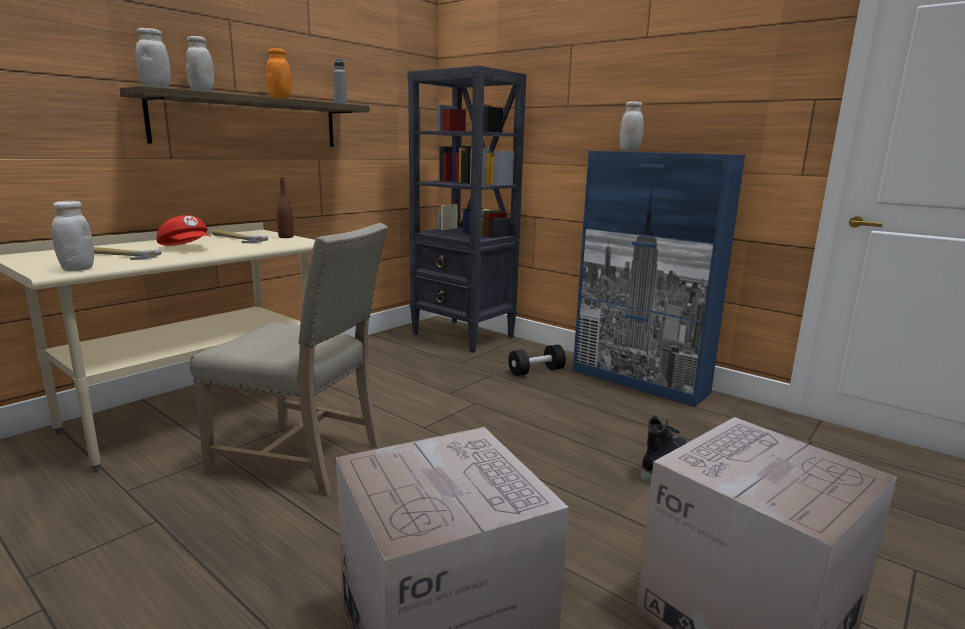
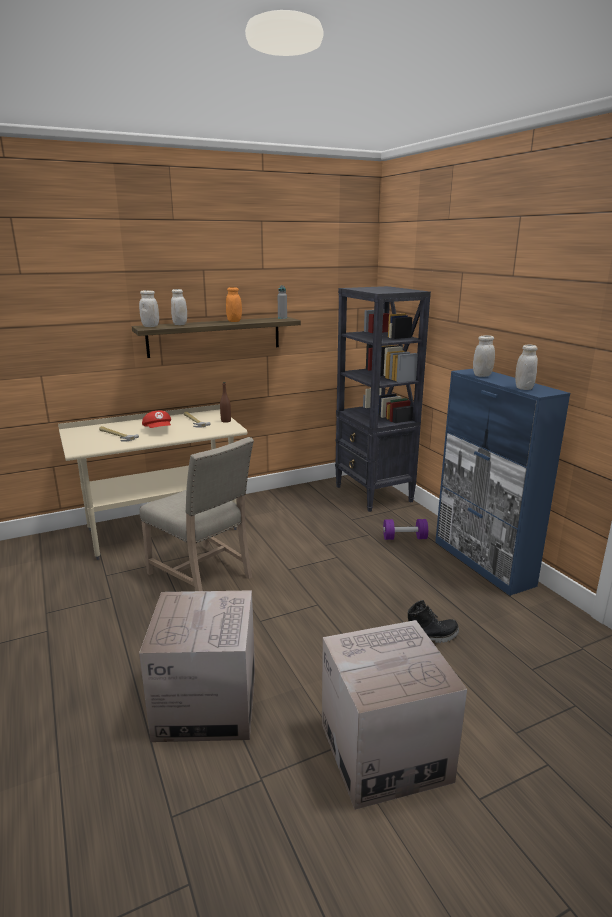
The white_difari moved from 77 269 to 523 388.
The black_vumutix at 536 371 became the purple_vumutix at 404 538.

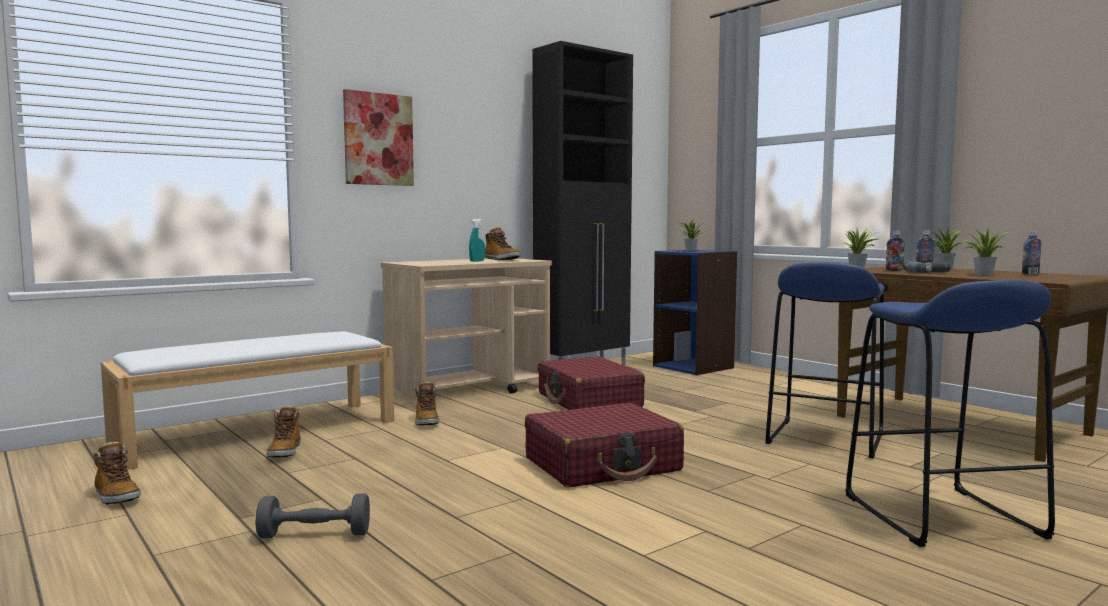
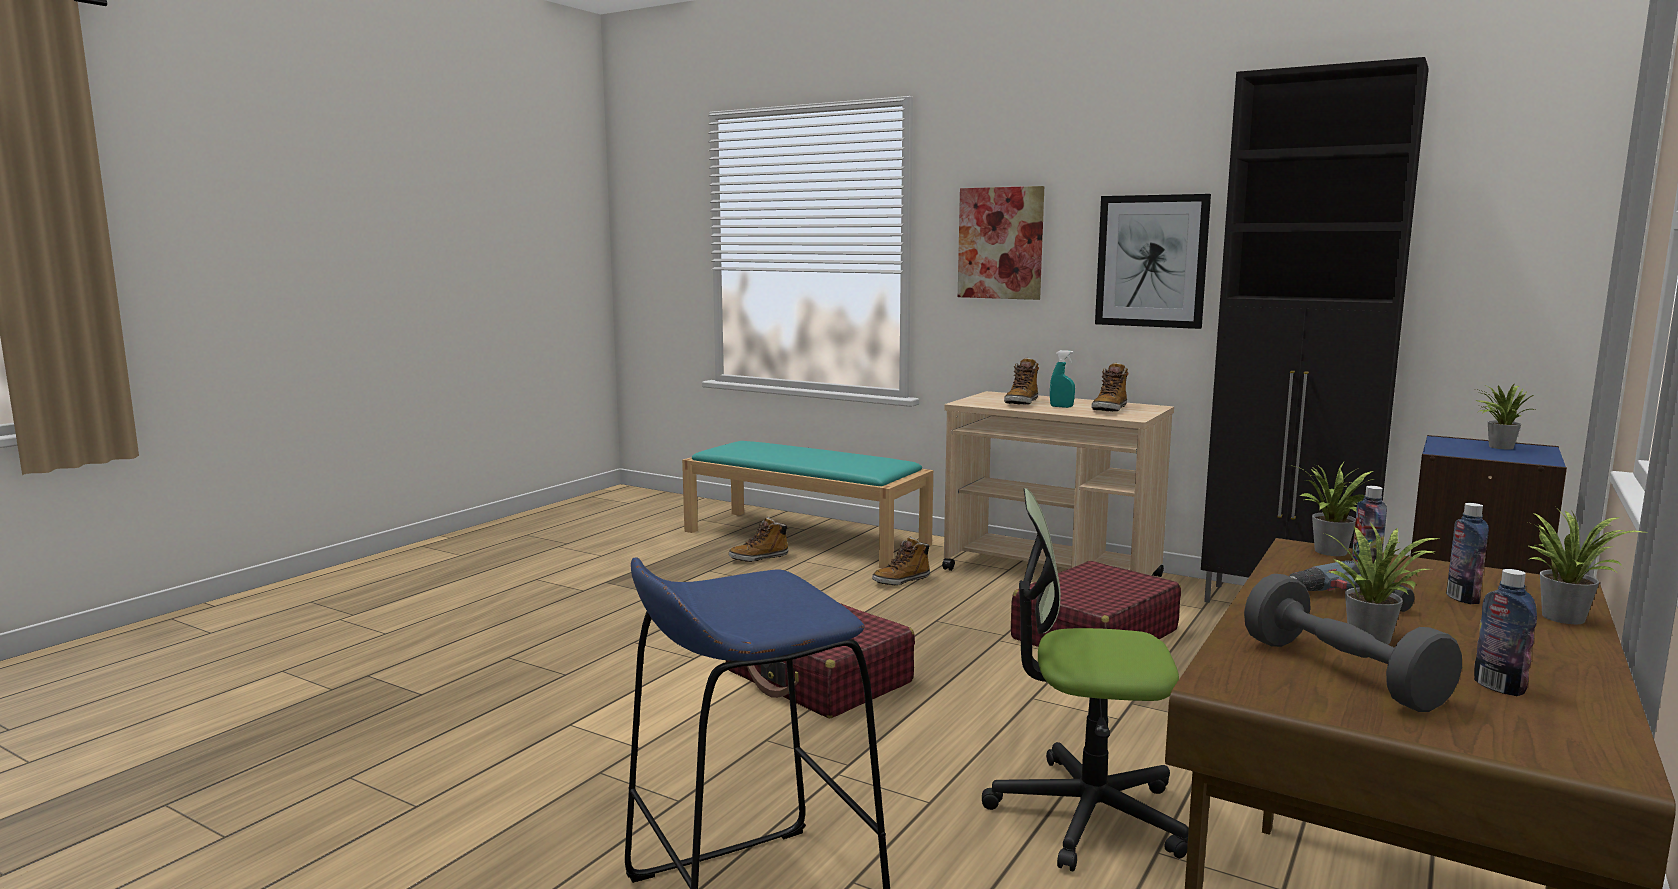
The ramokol moved from 116 496 to 1021 402.
The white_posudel at 259 432 became the turquoise_posudel at 807 538.
The grey_vumutix moved from 315 535 to 1341 673.
The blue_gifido at 825 438 was replaced by the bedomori at 1086 813.
The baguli at 1151 261 appeared.

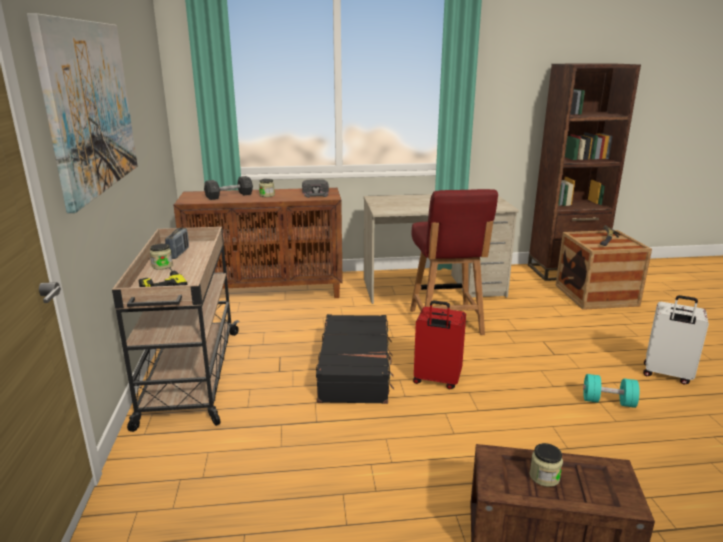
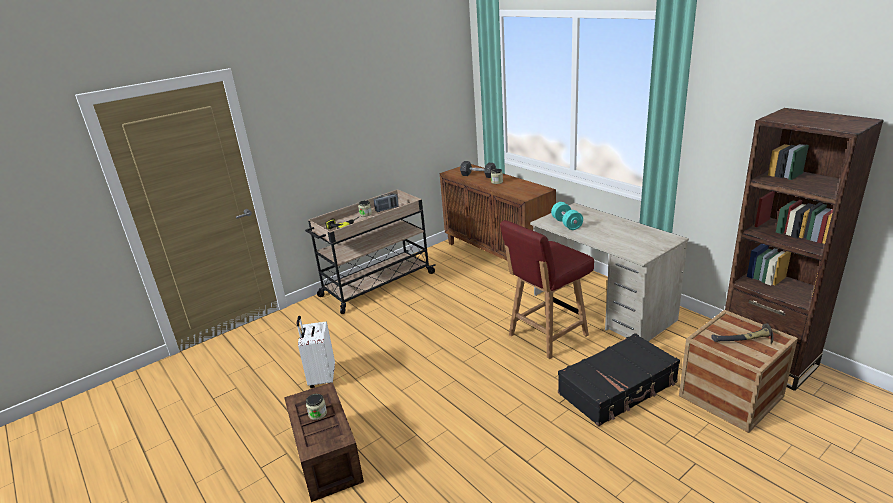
The baguli at 90 107 disappeared.
The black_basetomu at 315 193 disappeared.
The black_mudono moved from 356 369 to 618 388.
The red_mudono at 436 380 disappeared.
The turquoise_vumutix moved from 608 401 to 566 224.
The white_mudono moved from 666 375 to 321 378.

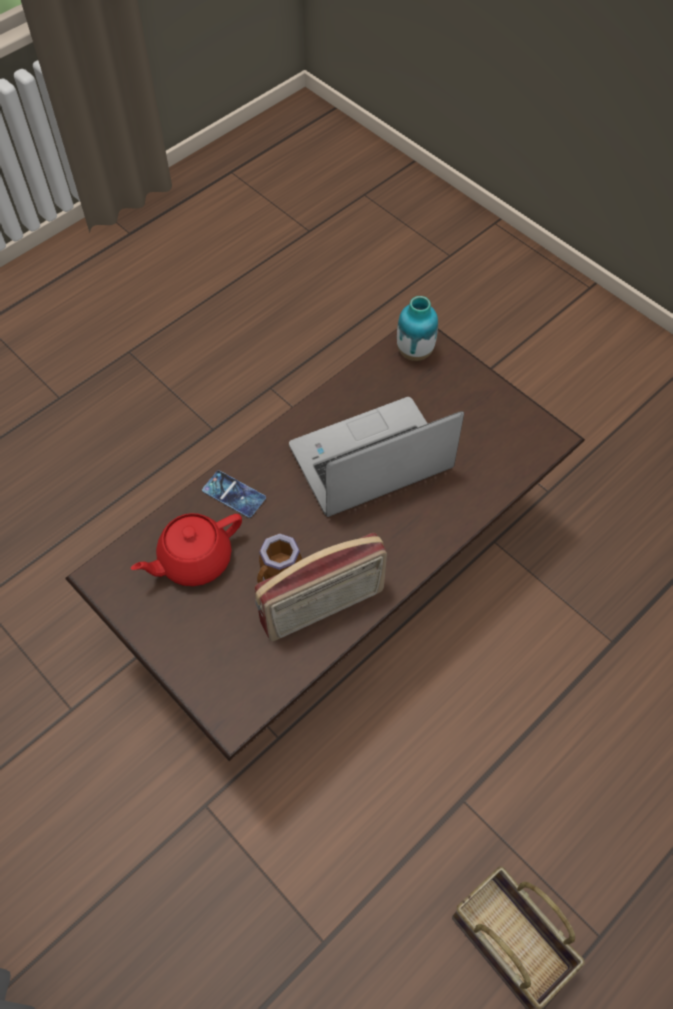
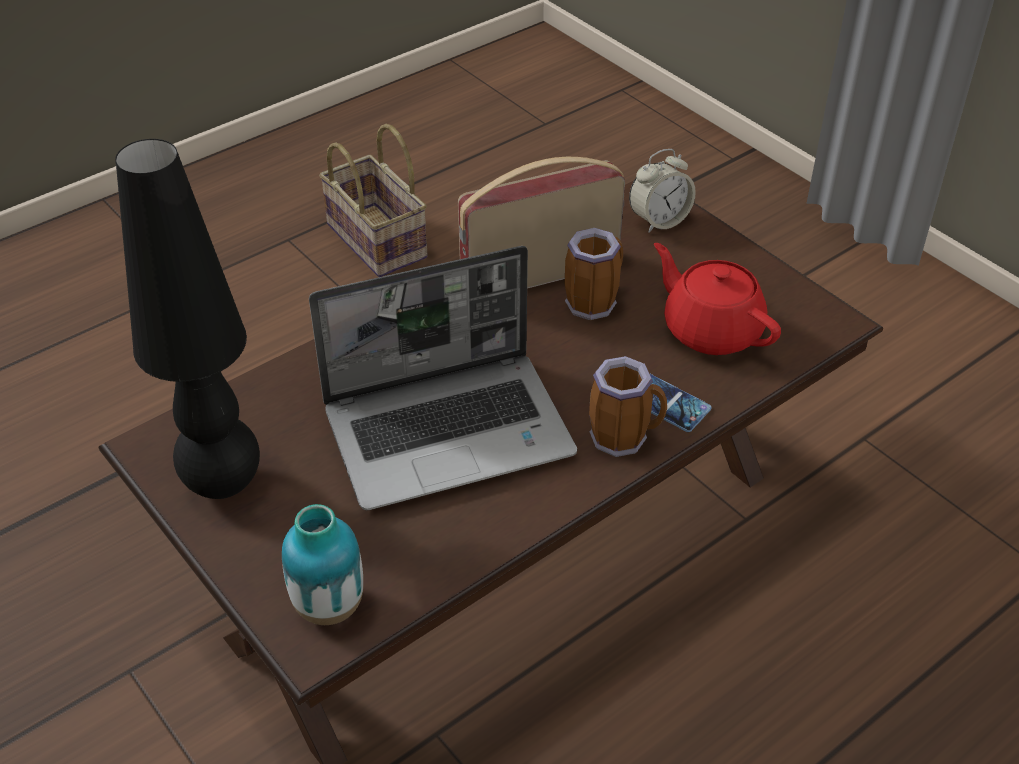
The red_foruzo at 194 560 turned 105 degrees counterclockwise.
The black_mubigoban at 222 484 appeared.
The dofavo at 624 437 appeared.
The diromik at 659 221 appeared.

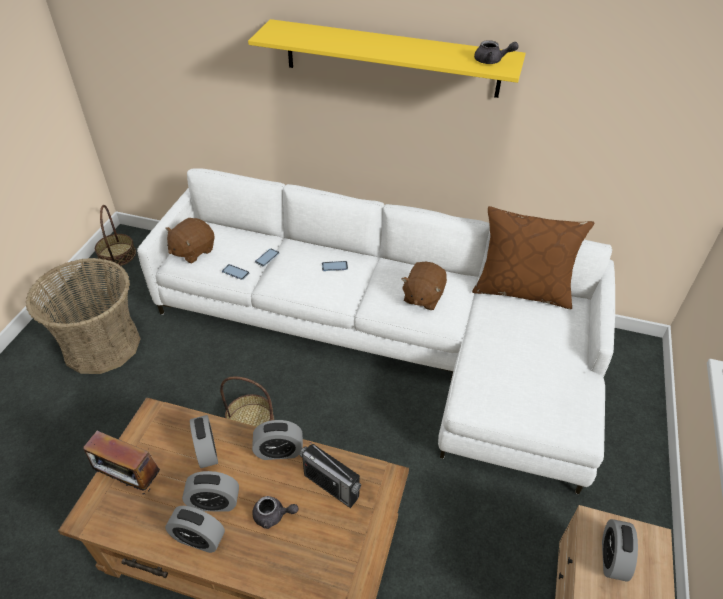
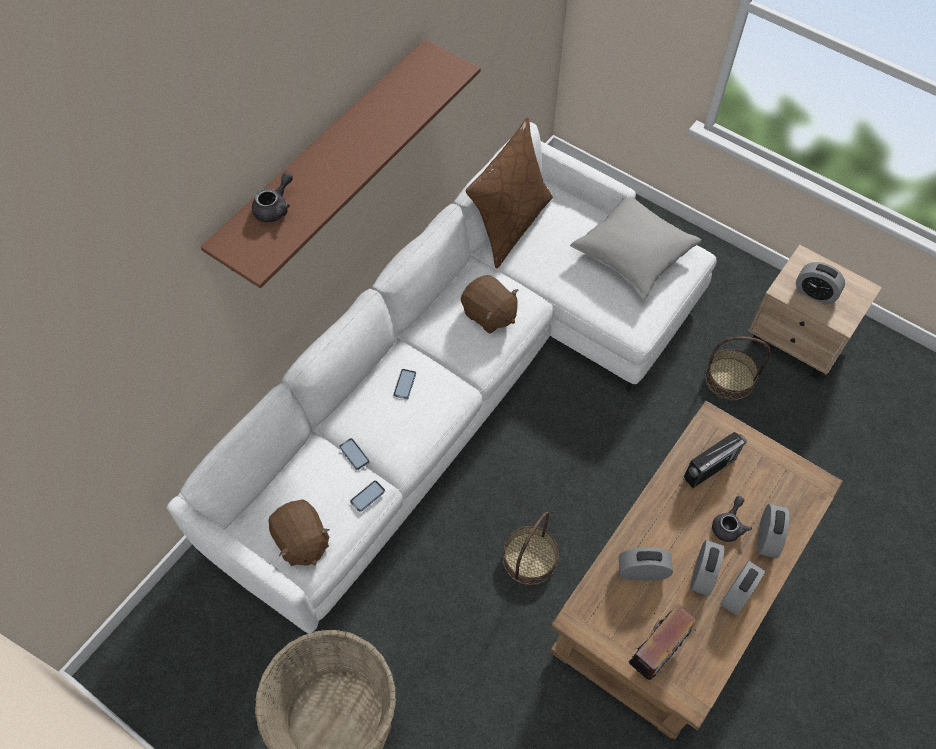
The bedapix moved from 117 255 to 729 378.
The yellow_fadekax at 391 58 became the brown_fadekax at 324 157.
The diromik moved from 279 451 to 767 538.
The grey_foruzo moved from 491 61 to 275 207.
The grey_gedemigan at 633 254 appeared.

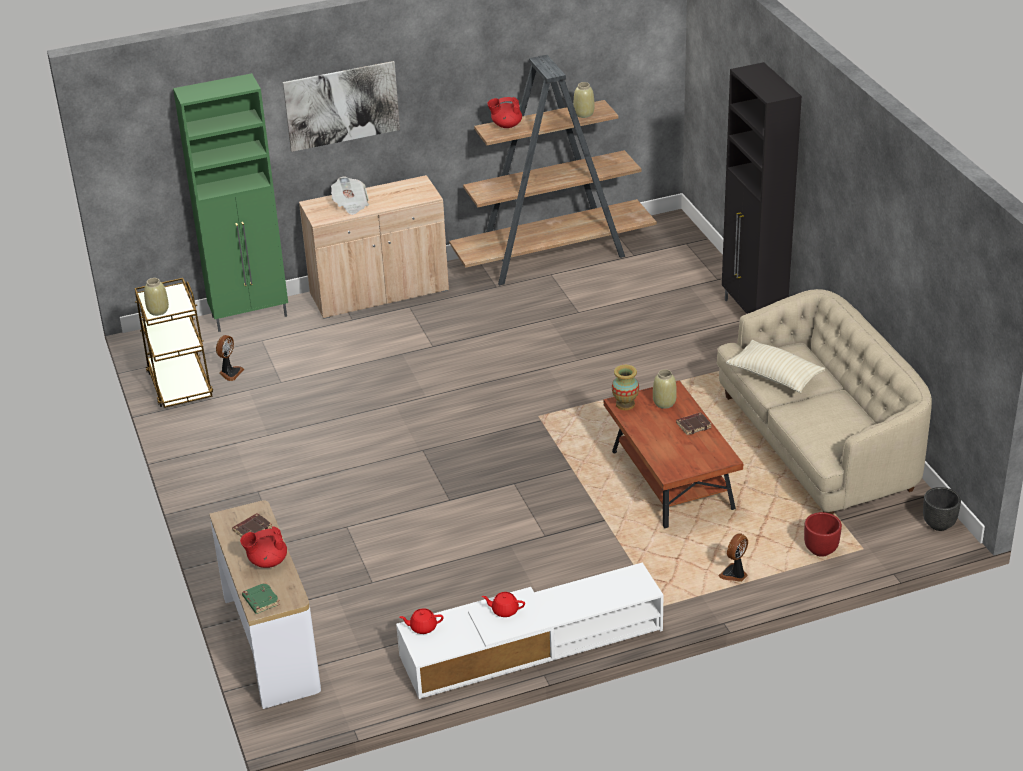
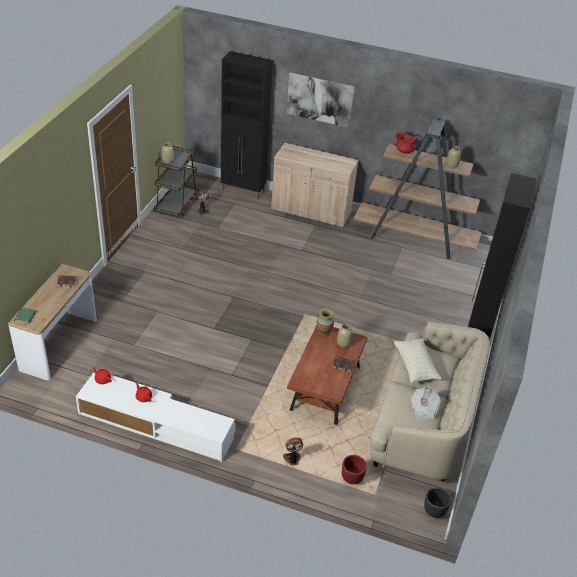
The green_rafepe at 250 316 became the black_rafepe at 243 190.
The red_foruzo at 267 561 disappeared.
The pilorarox moved from 351 205 to 423 409.

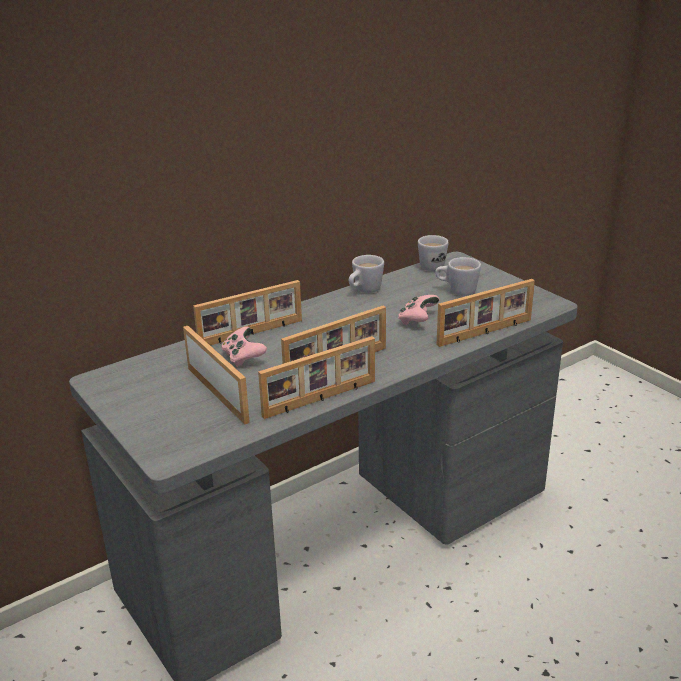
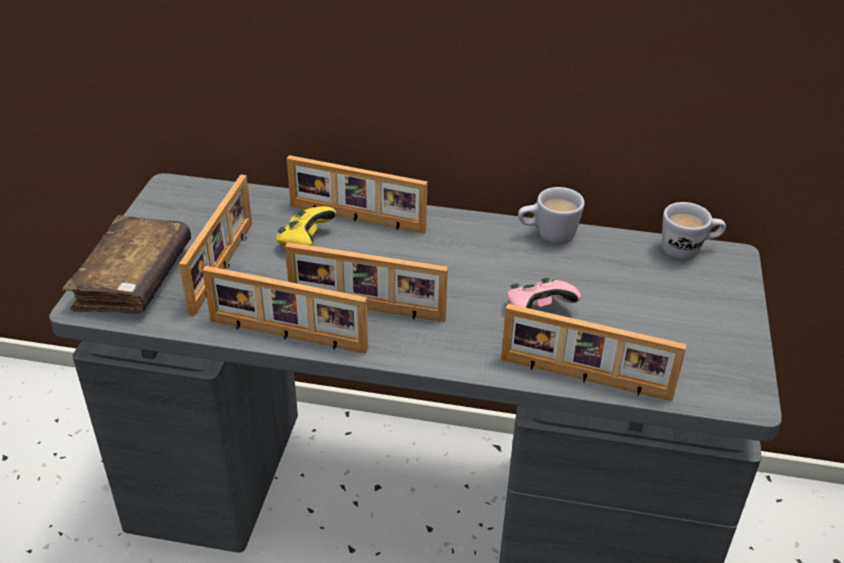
The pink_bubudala at 243 357 became the yellow_bubudala at 305 241.
The white_dofavo at 456 291 disappeared.
The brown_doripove at 134 279 appeared.

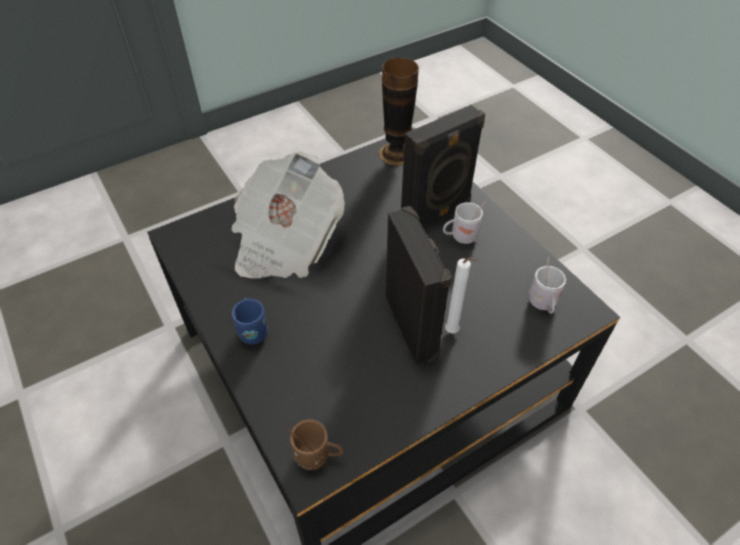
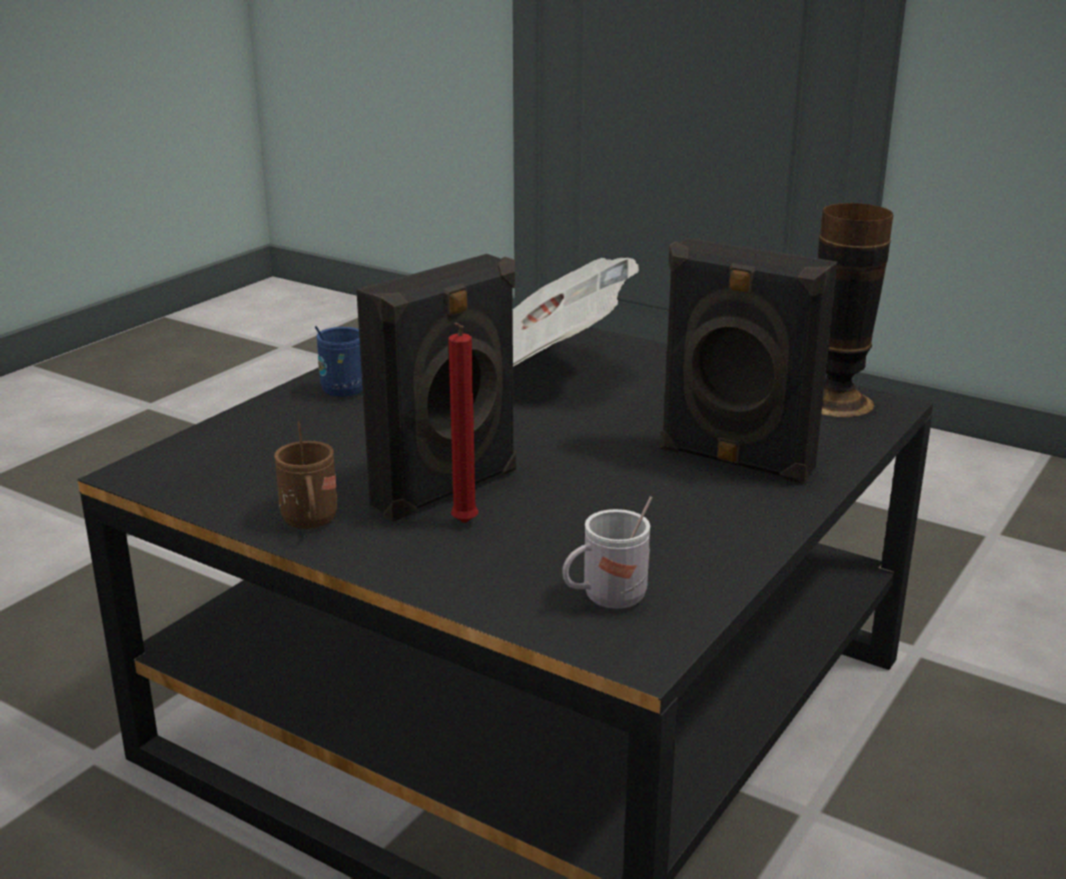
The brown_dofavo moved from 317 457 to 310 524.
The white_dofavo at 460 237 disappeared.
The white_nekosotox at 453 332 became the red_nekosotox at 463 525.

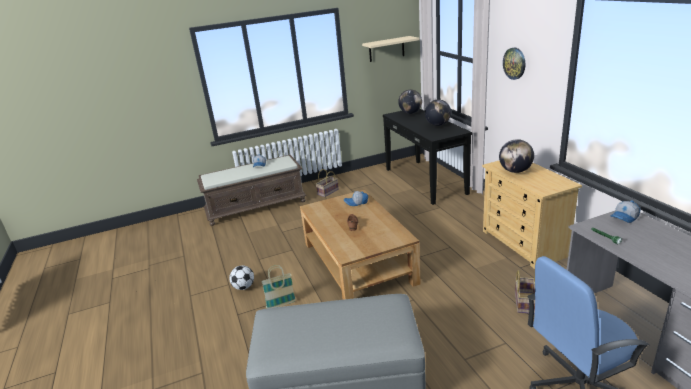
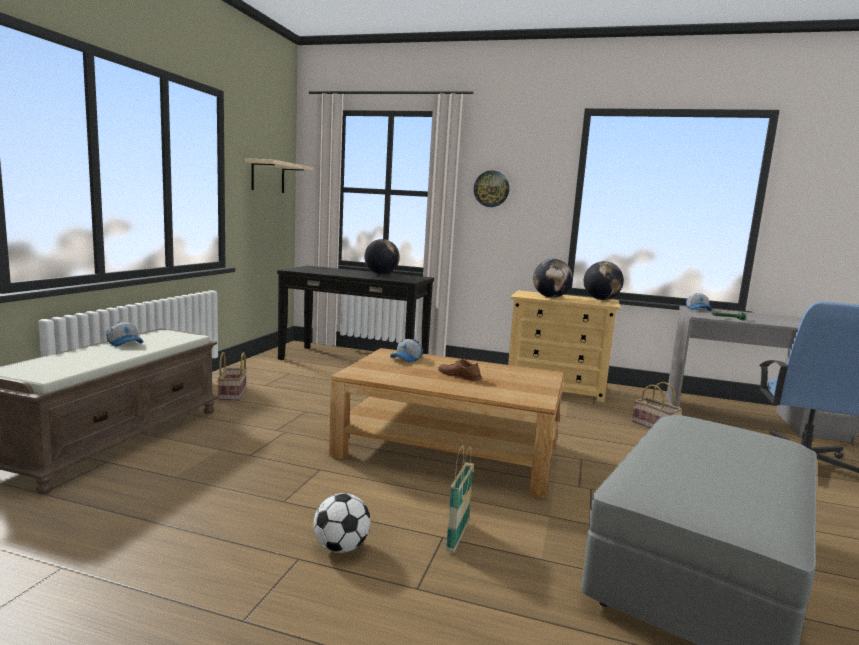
The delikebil moved from 410 113 to 601 299.

